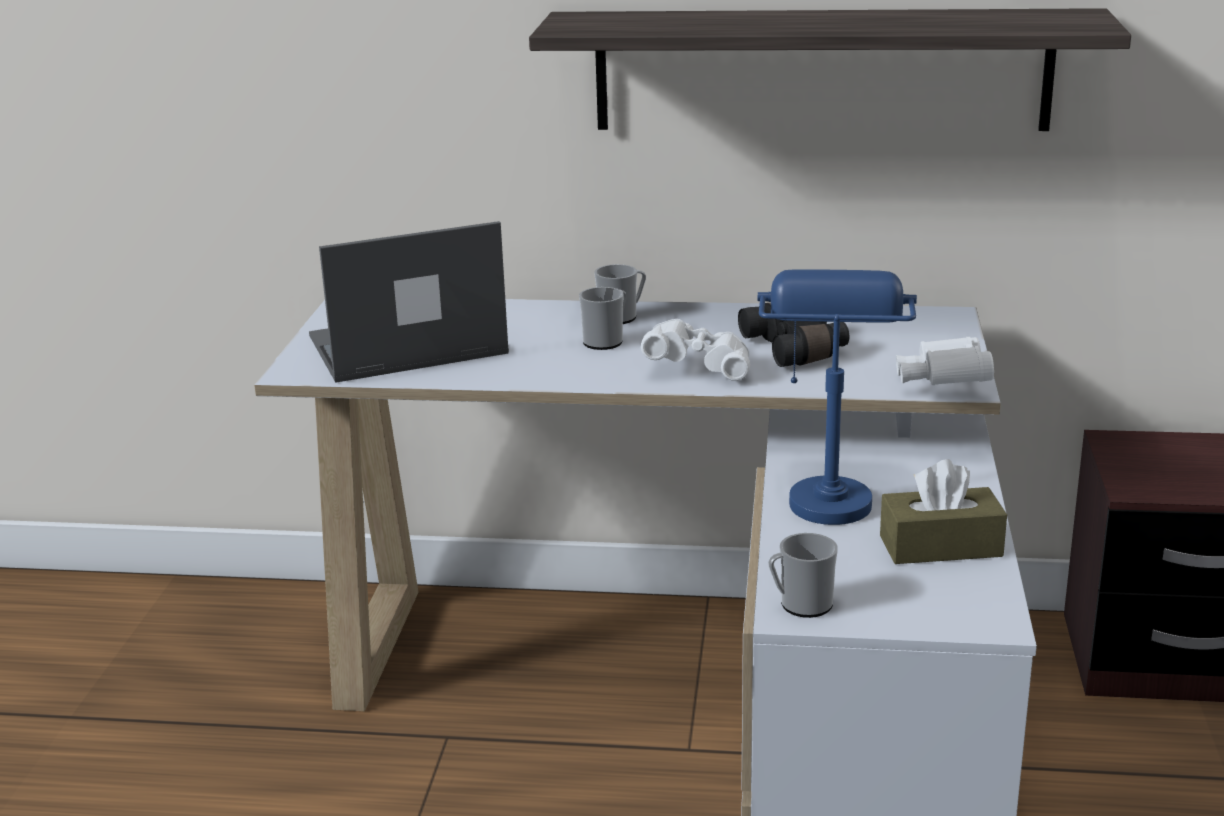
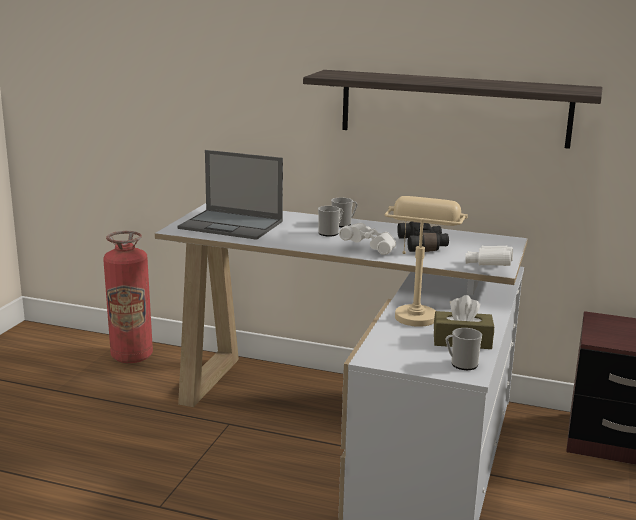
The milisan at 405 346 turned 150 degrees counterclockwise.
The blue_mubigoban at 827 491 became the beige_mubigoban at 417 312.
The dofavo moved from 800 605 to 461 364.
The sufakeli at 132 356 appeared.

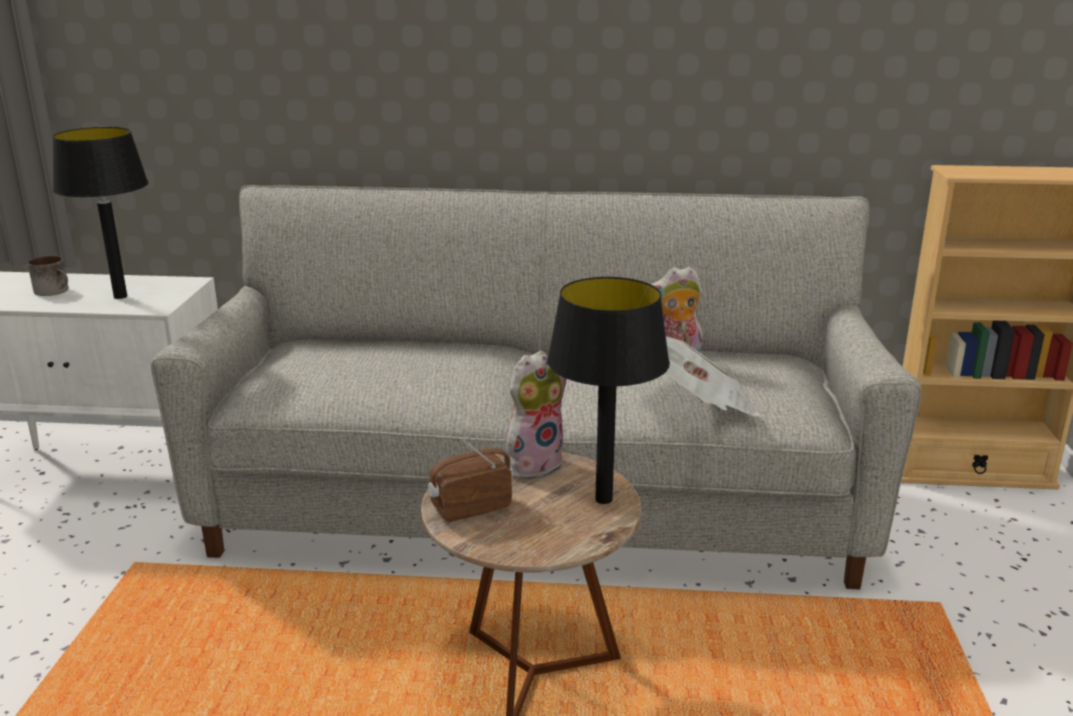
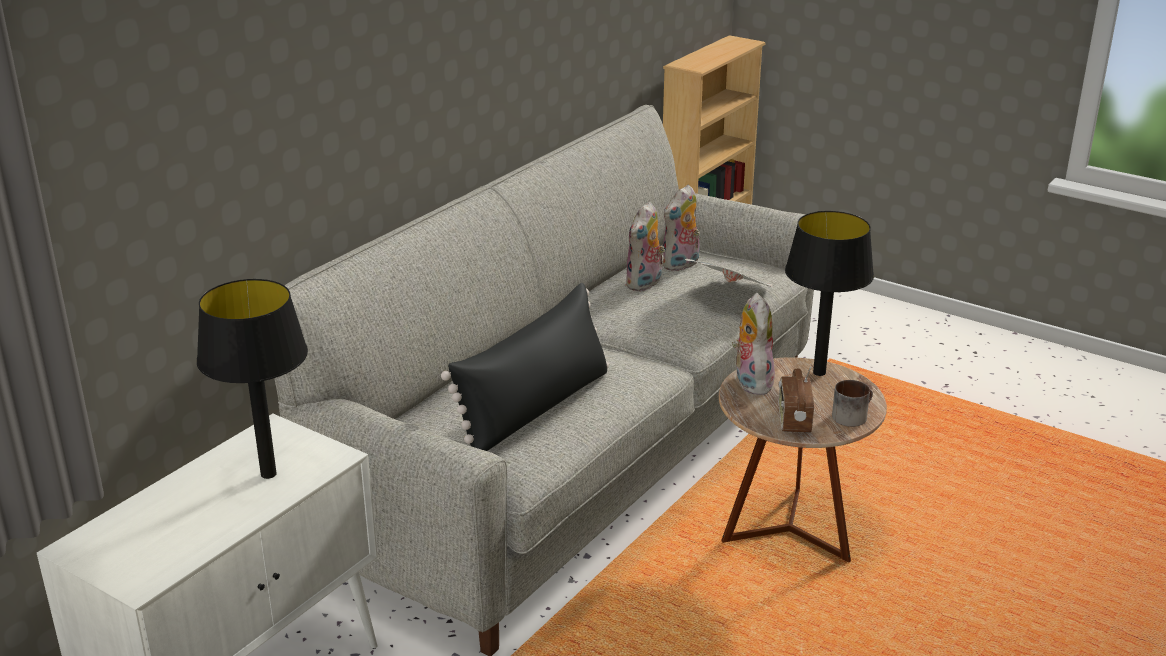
The dofavo moved from 55 291 to 851 415.
The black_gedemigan at 535 409 appeared.
The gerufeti at 681 265 appeared.

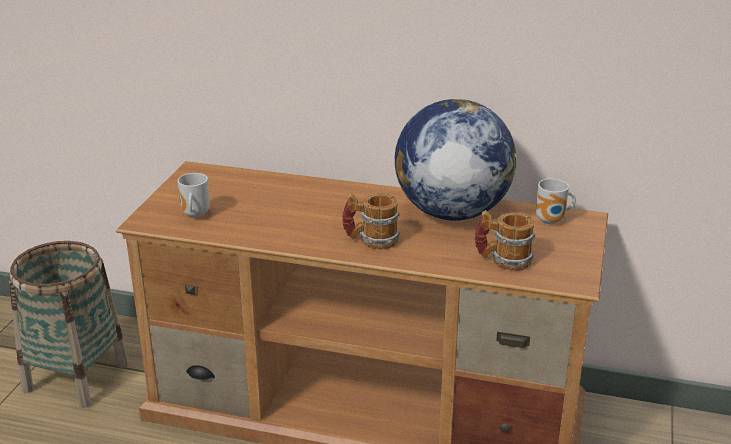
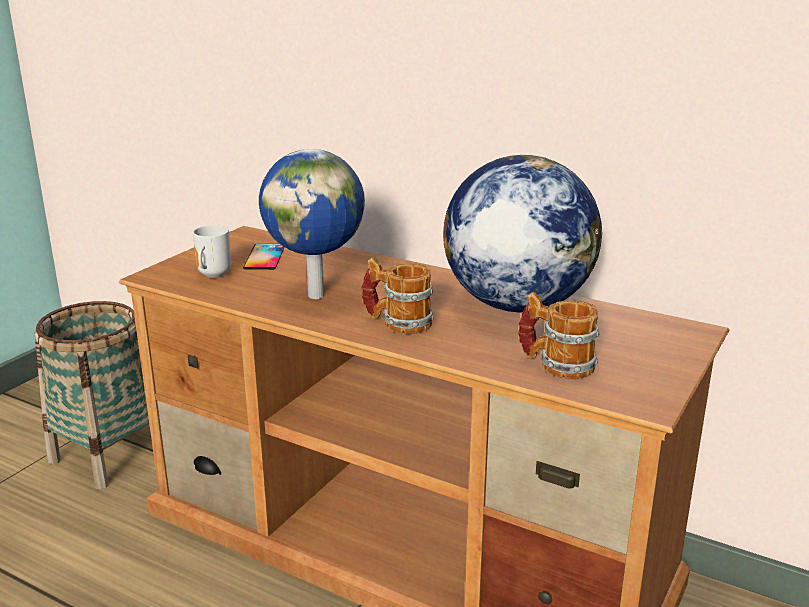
The dofavo at 552 221 disappeared.
The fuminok at 264 257 appeared.
The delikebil at 317 295 appeared.

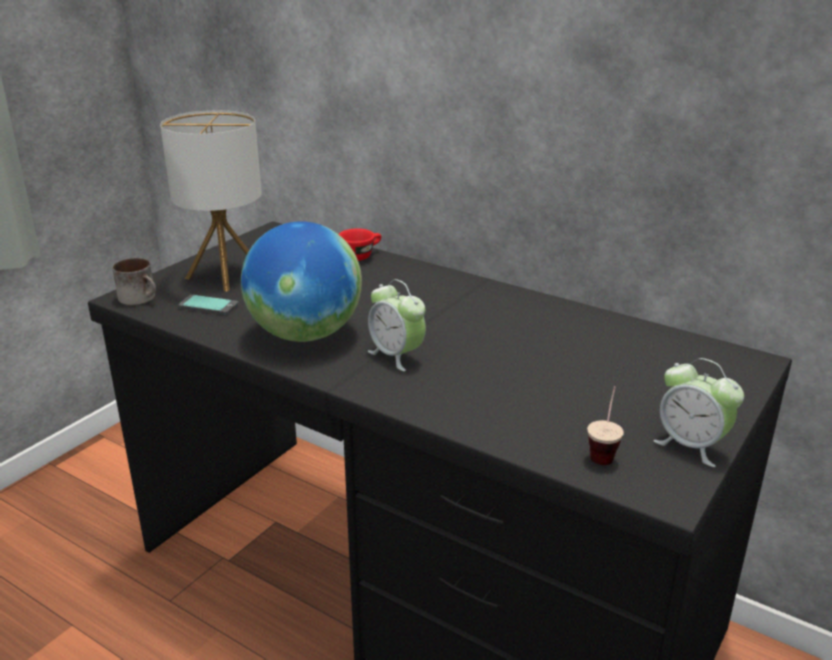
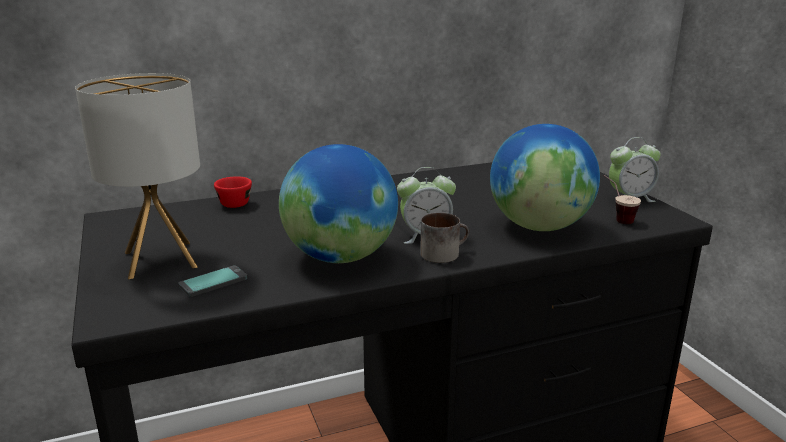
The dofavo moved from 141 298 to 443 253.
The delikebil at 539 226 appeared.

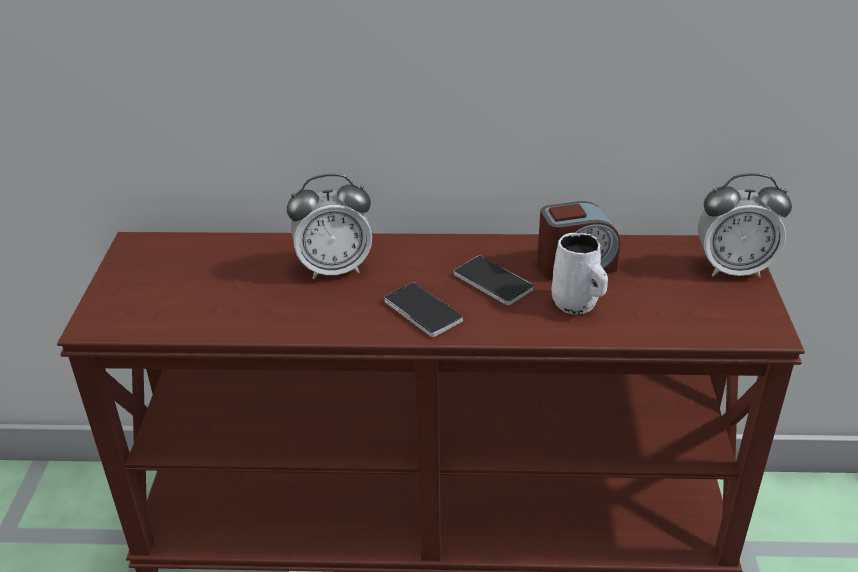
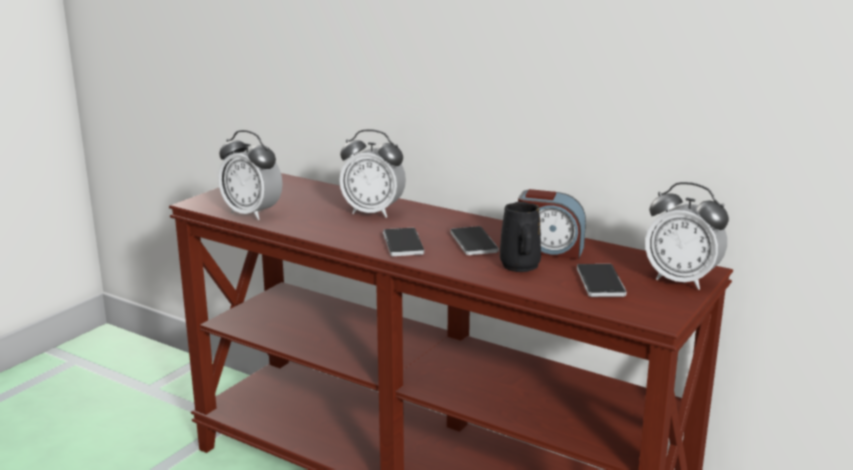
The white_dofavo at 576 304 became the black_dofavo at 520 267.
The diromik at 252 214 appeared.
The fuminok at 600 282 appeared.

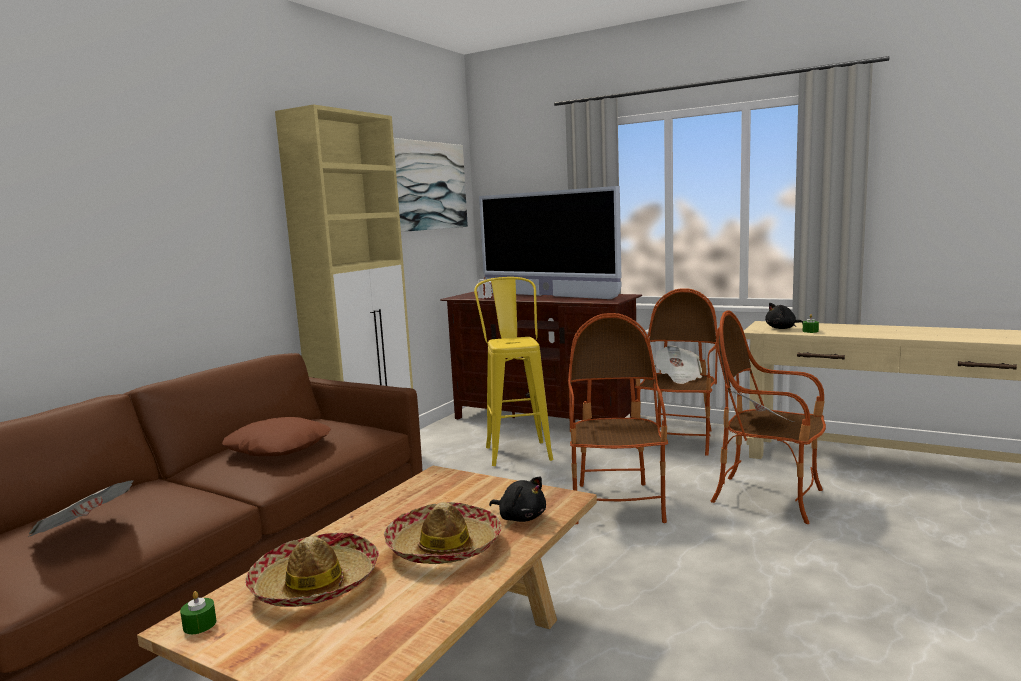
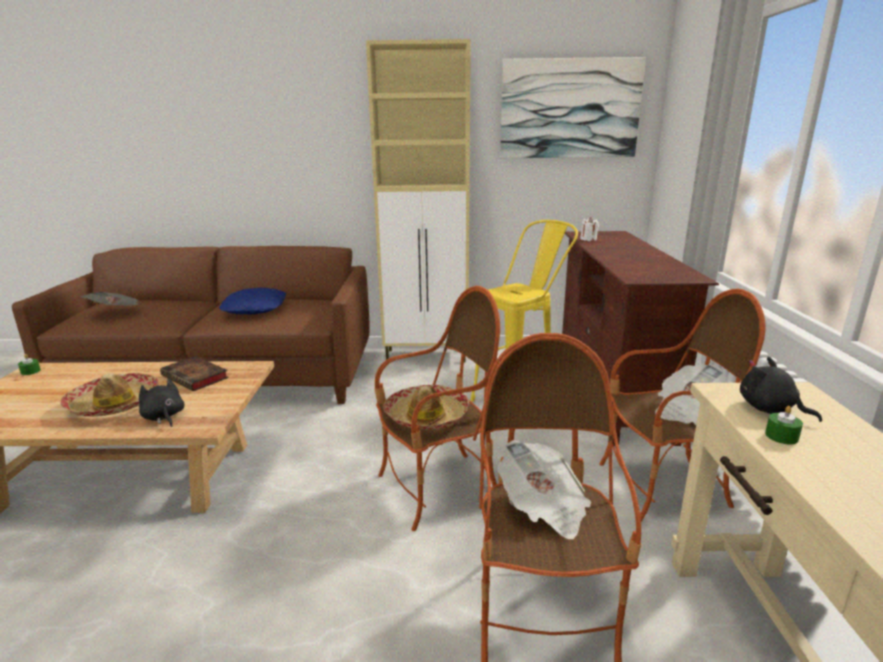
The brown_gedemigan at 279 447 became the blue_gedemigan at 255 308.
The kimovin moved from 315 584 to 426 416.
The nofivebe at 547 295 disappeared.
The black_gerufeti at 520 517 turned 135 degrees clockwise.
The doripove at 196 377 appeared.

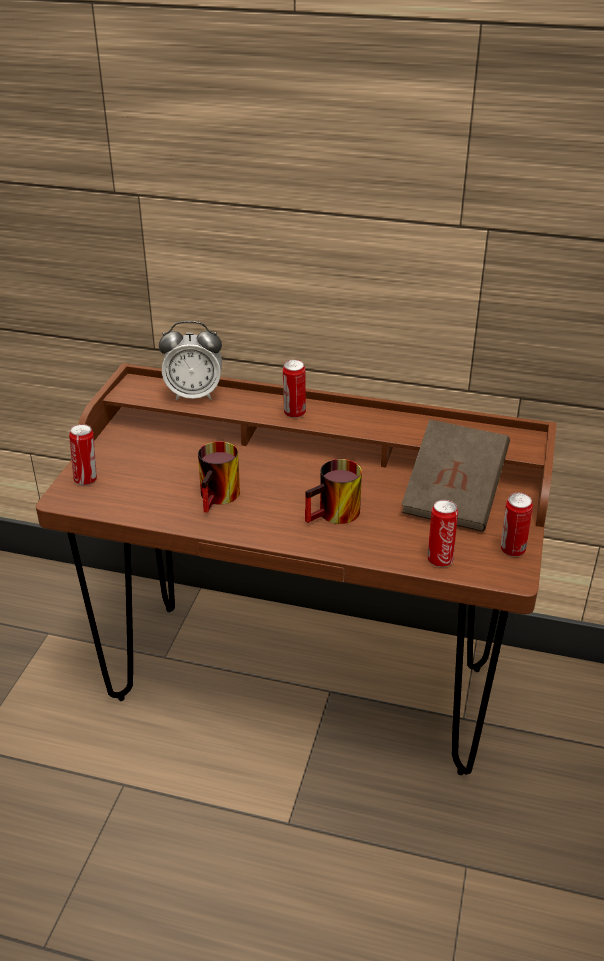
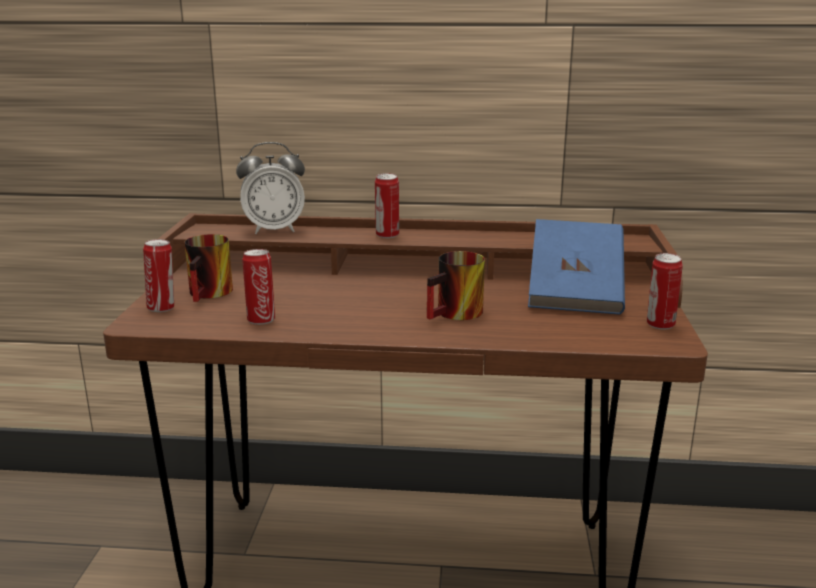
The dofavo moved from 221 497 to 212 293.
The brown_doripove at 453 497 became the blue_doripove at 575 293.
The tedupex moved from 439 559 to 261 320.

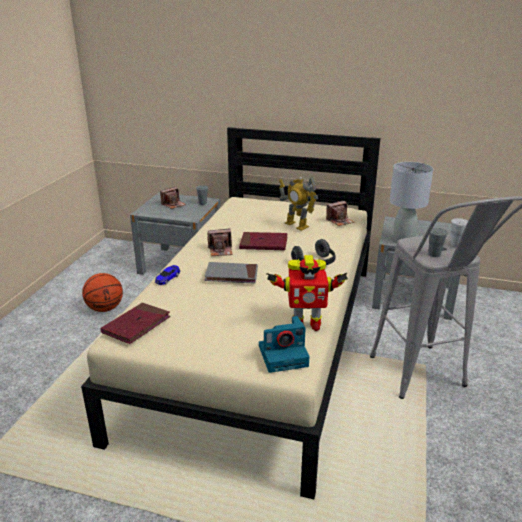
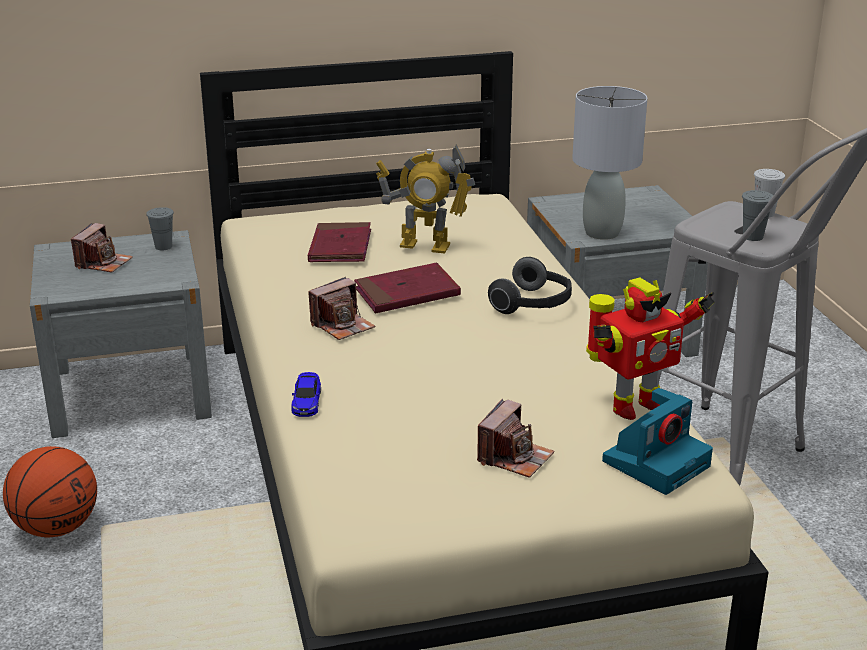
The red_doripove moved from 136 325 to 340 247.
The grey_doripove at 231 275 disappeared.
The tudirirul moved from 340 221 to 514 457.

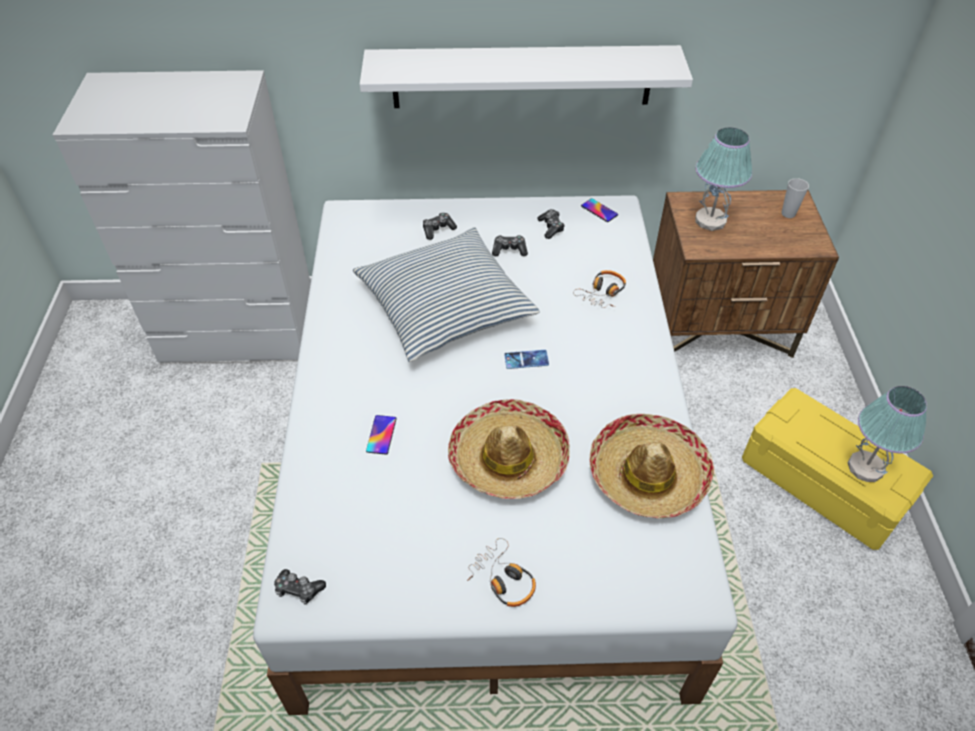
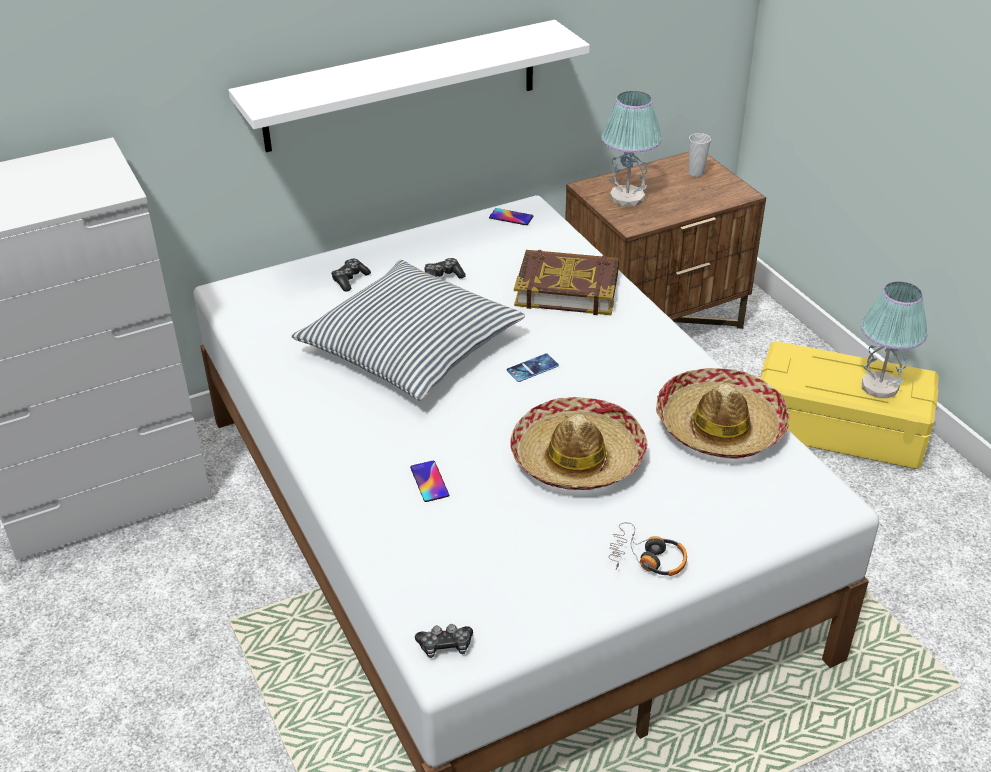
The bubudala at 551 227 disappeared.
The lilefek at 602 293 was replaced by the doripove at 567 288.

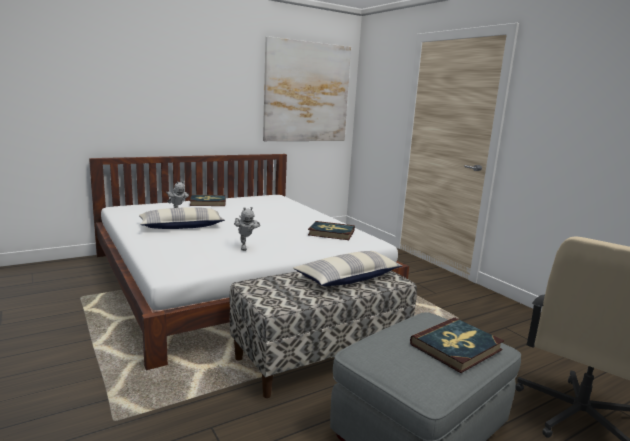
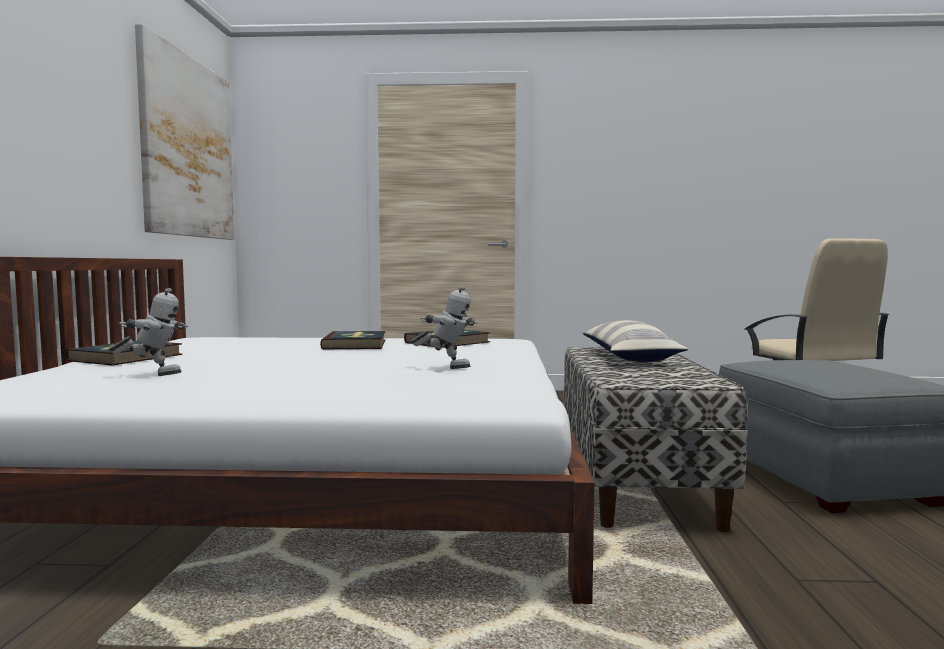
The gedemigan at 182 226 disappeared.
The doripove moved from 456 347 to 355 344.

